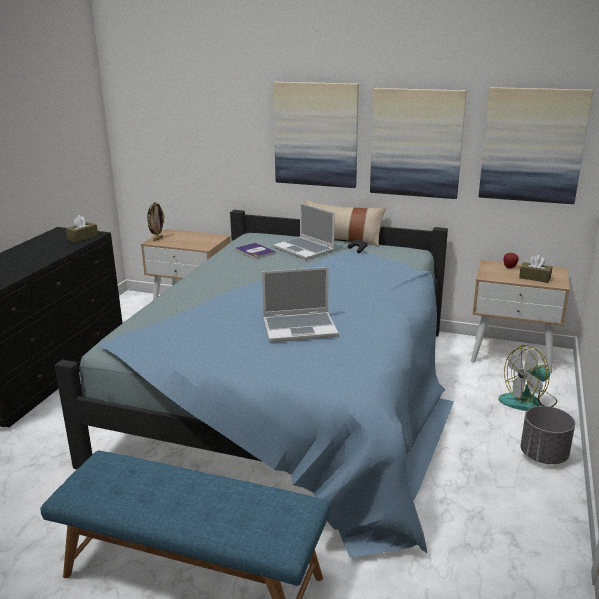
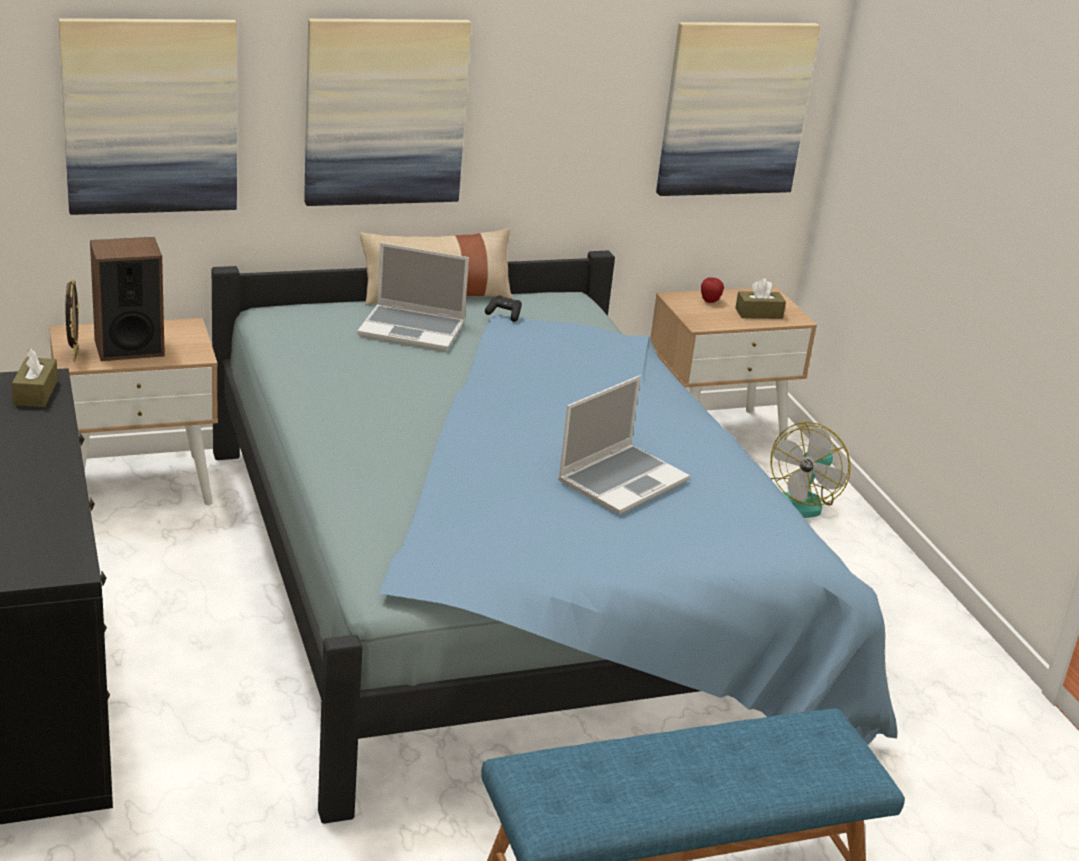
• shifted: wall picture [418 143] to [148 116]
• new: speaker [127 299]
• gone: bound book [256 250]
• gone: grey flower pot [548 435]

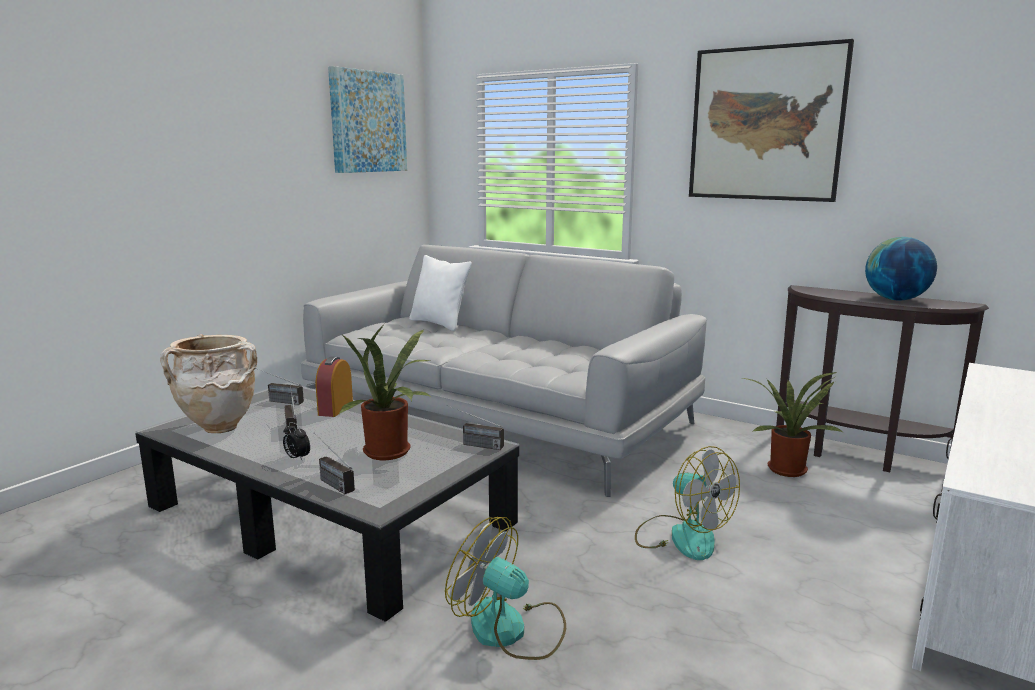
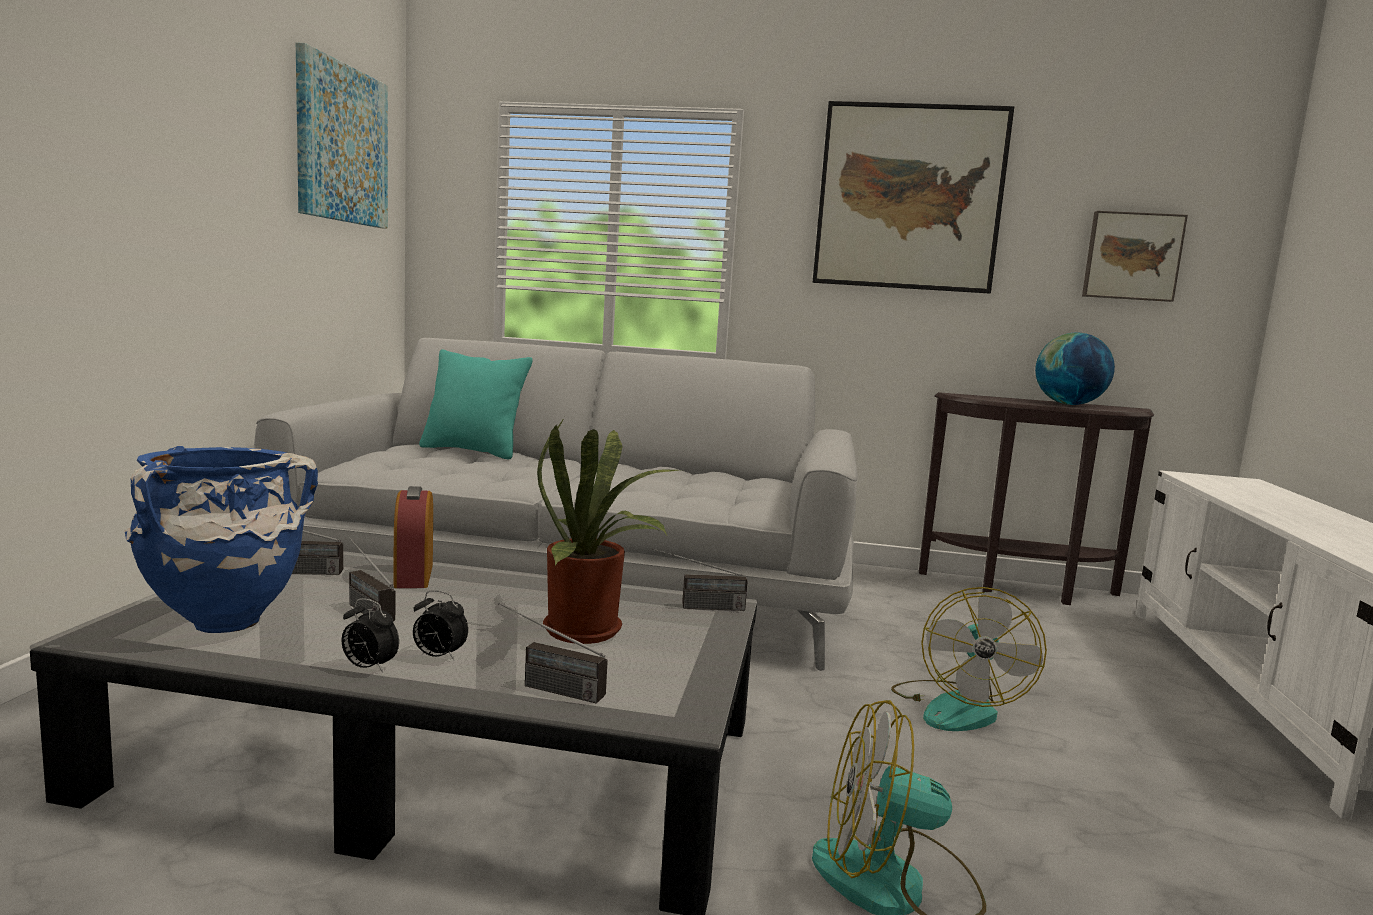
• repainted: beige flower vase [208 383] to blue flower vase [221 539]
• new: bedside clock [370 635]
• repainted: white-coloured pillow [440 293] to turquoise pillow [476 404]
• rotated: fan [687 503] = [969 659] 75 degrees clockwise
• new: wall picture [1135 256]
• gone: houseplant [793 424]

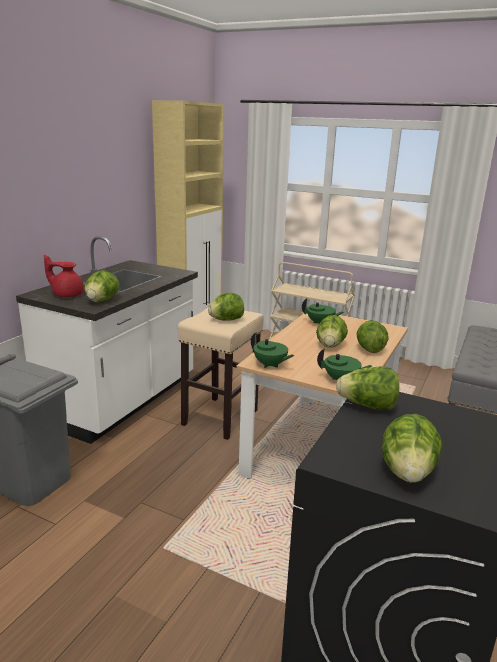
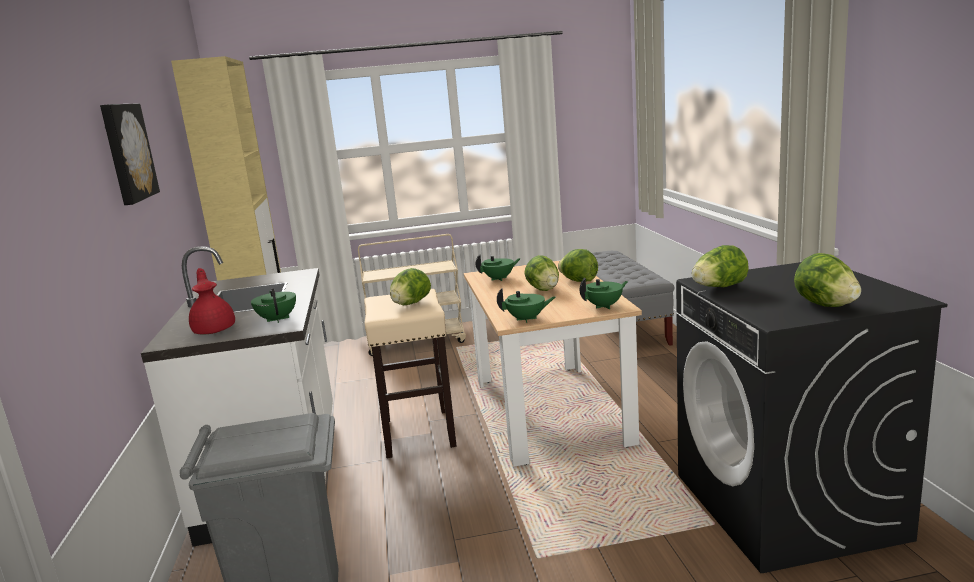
• new: wall picture [130 154]
• rotated: reddish teapot [64 276] = [212 301] 90 degrees clockwise
• swapped: head of lettuce [102 286] to greenish teapot [273 305]

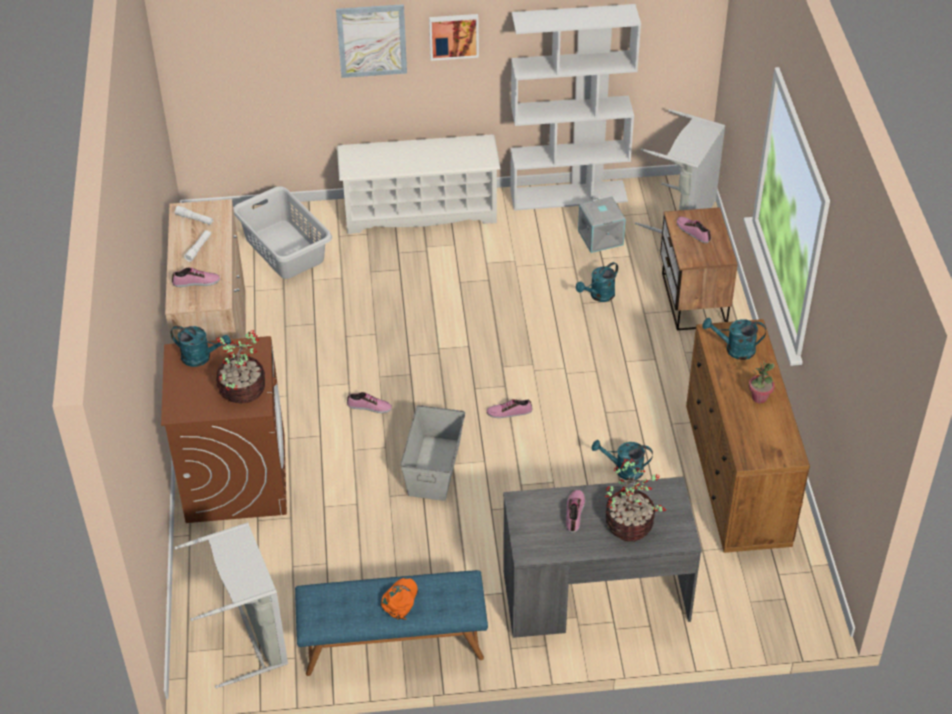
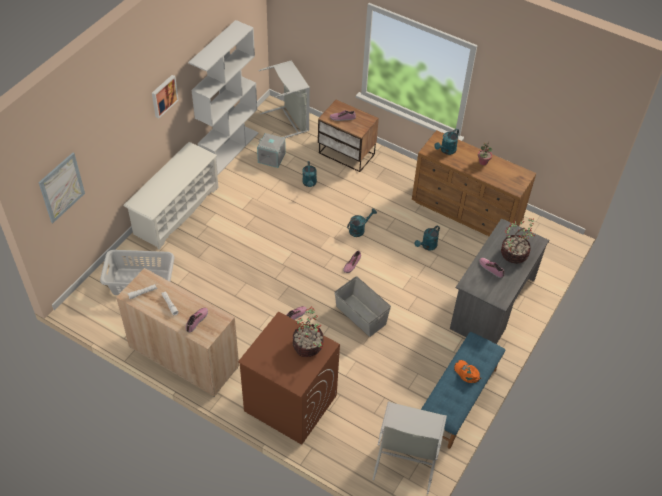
• shifted: wall picture [371 41] to [61 188]
• shifted: turquoise watering pot [200 346] to [362 222]

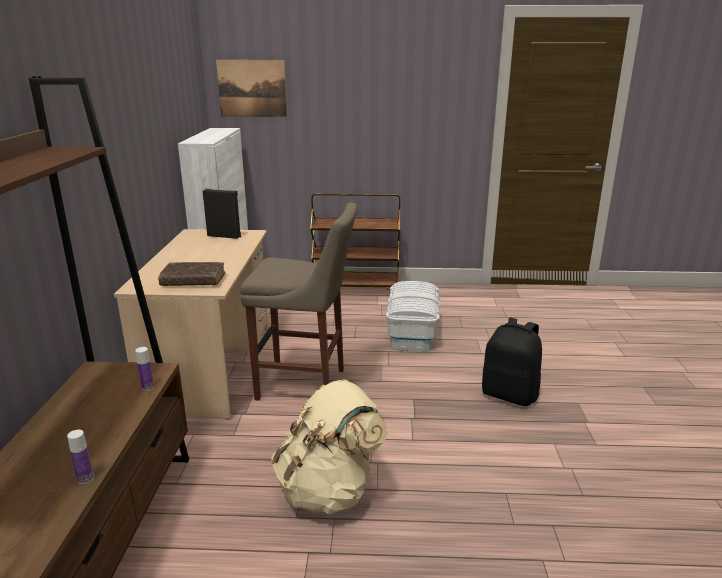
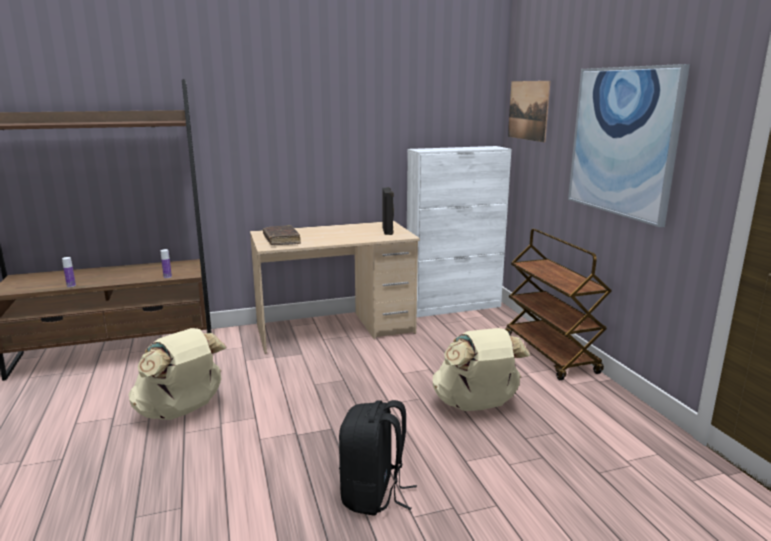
• swapped: white-coloured storage container [413 316] to beige knapsack [482 369]
• new: wall picture [629 145]
• gone: beige sitting stool [298 301]

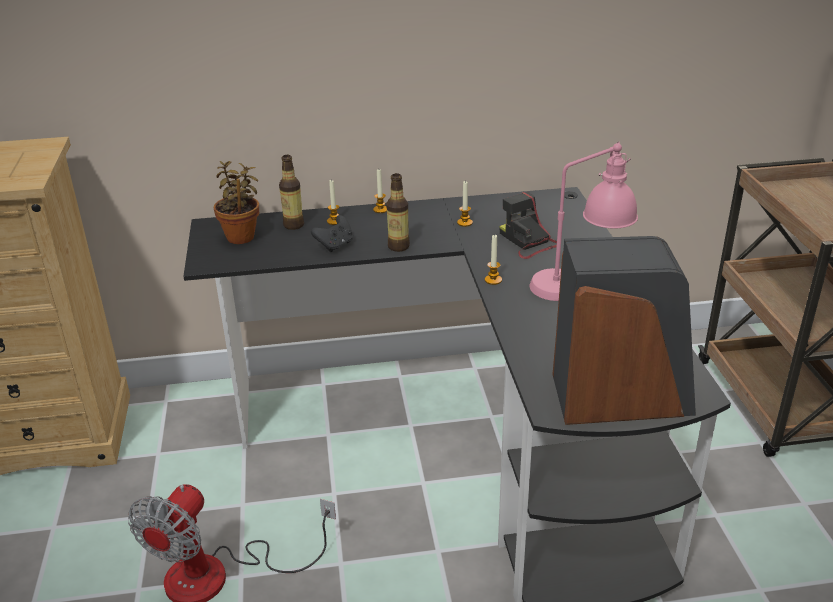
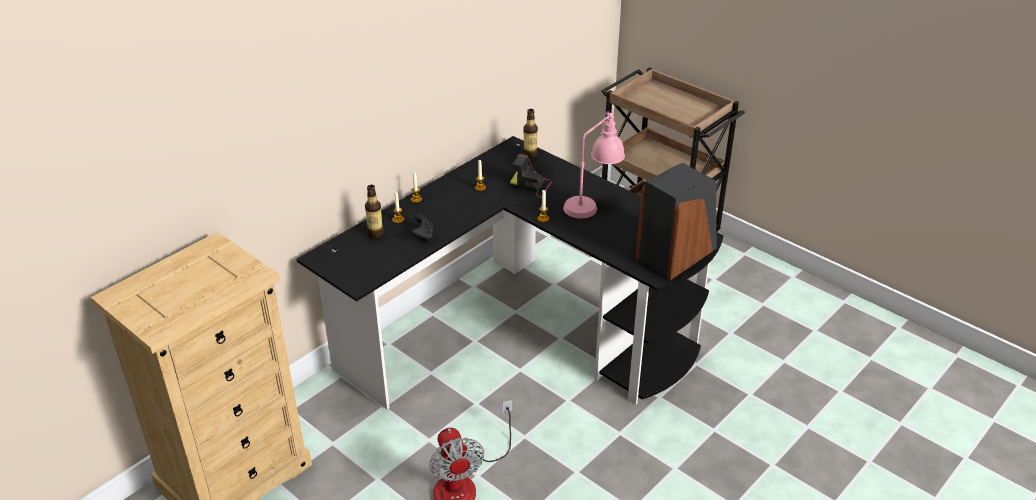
• shifted: drink bottle [398 212] to [530 133]
• gone: houseplant [236 202]

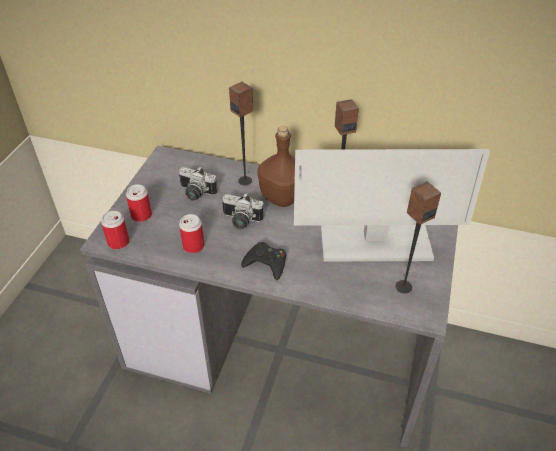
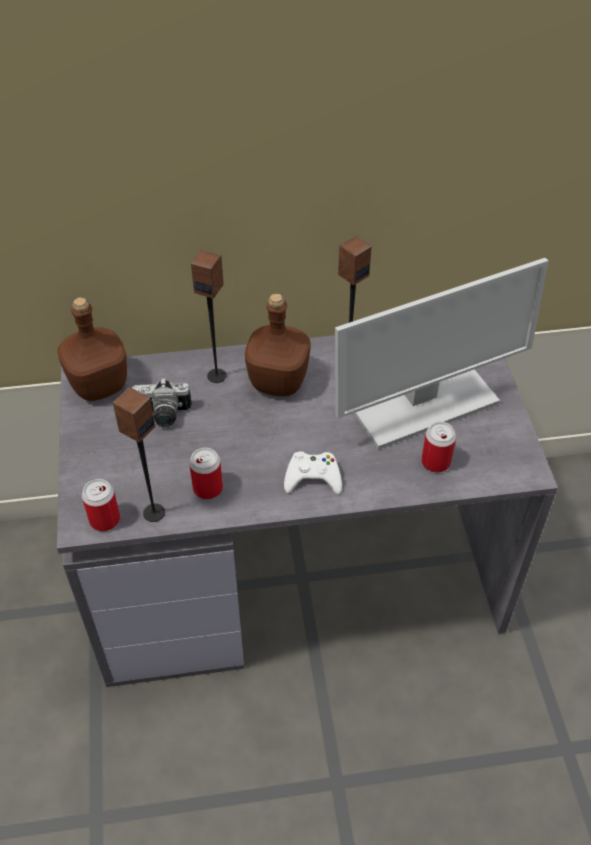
• new: brownish drink bottle [92 349]
• shifted: speaker [418 237] to [139 454]
• repainted: blackish joypad [263 261] to white-coloured joypad [313 473]
• shifted: metal can [139 203] to [438 447]
• gone: photo camera [243 211]

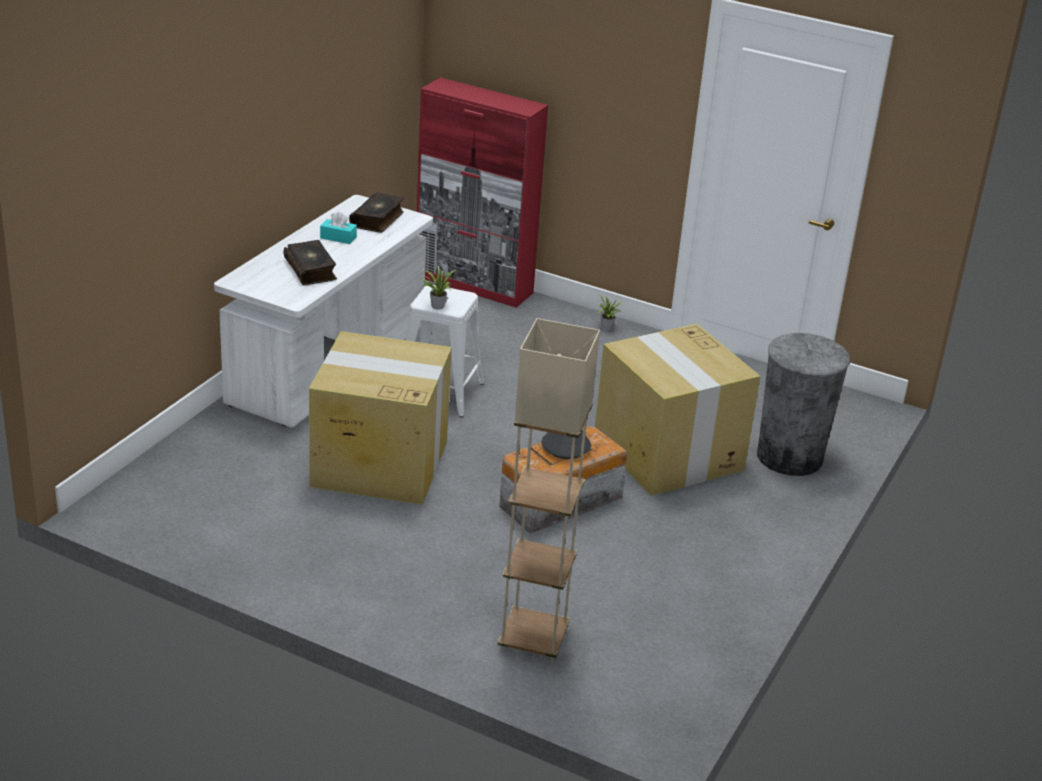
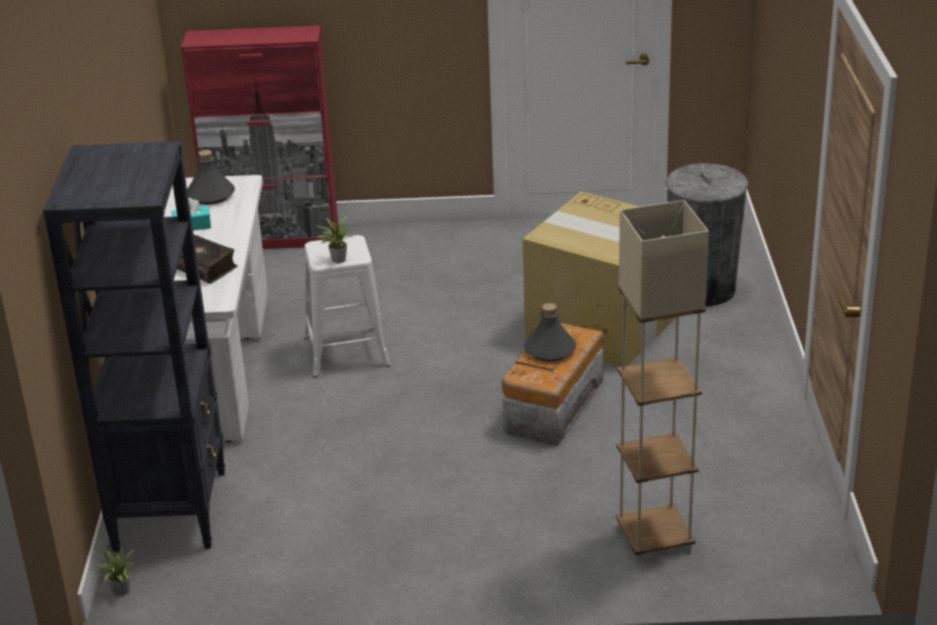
• new: blackish bookcase [134 346]
• shifted: houseplant [611 312] to [113 571]
• swapped: bound book [376 213] to grey drink bottle [211 177]
• gone: carton [380 418]

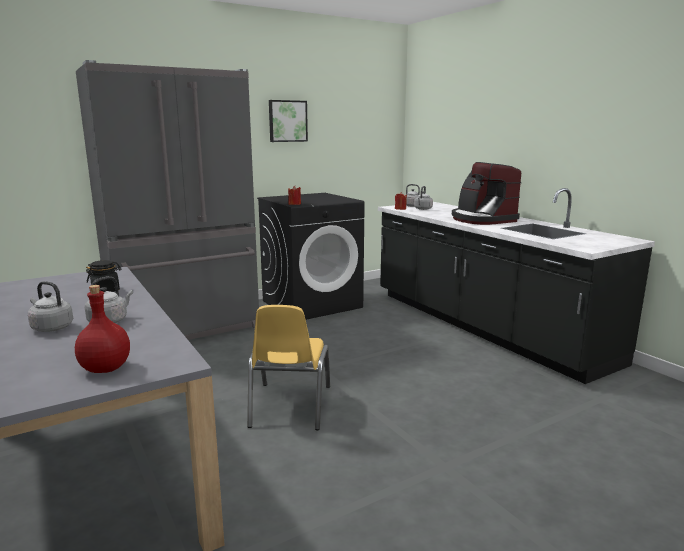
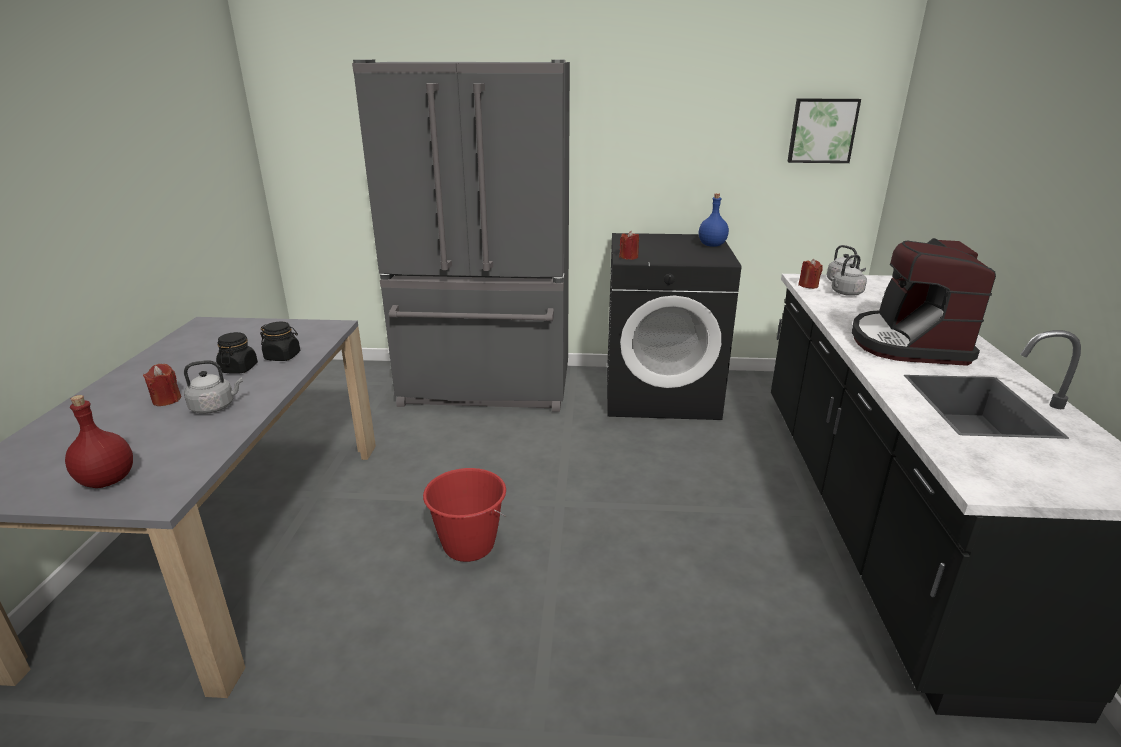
• swapped: grey kettle [50 306] to reddish wax light [162 385]
• new: blackish storage jar [237 353]
• swapped: yellow-coloured chair [288 367] to reddish water bucket [464 515]
• new: blue drink bottle [714 220]
• shifted: wall picture [288 121] to [824 131]

